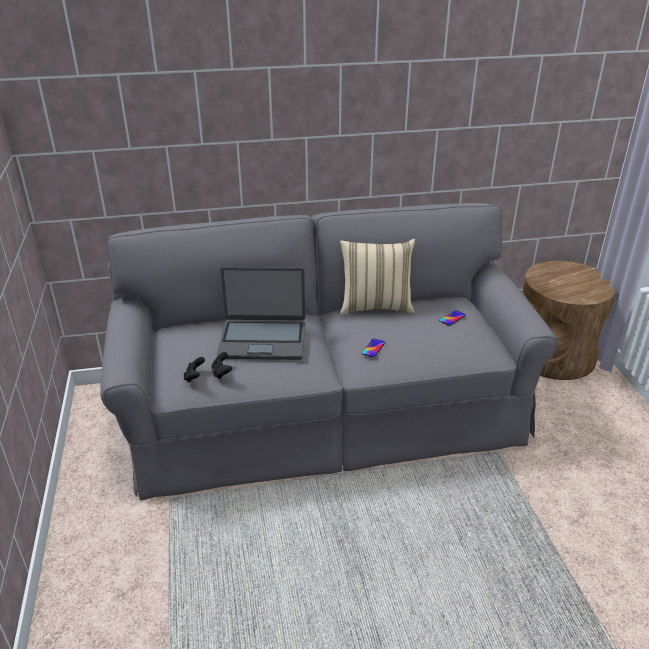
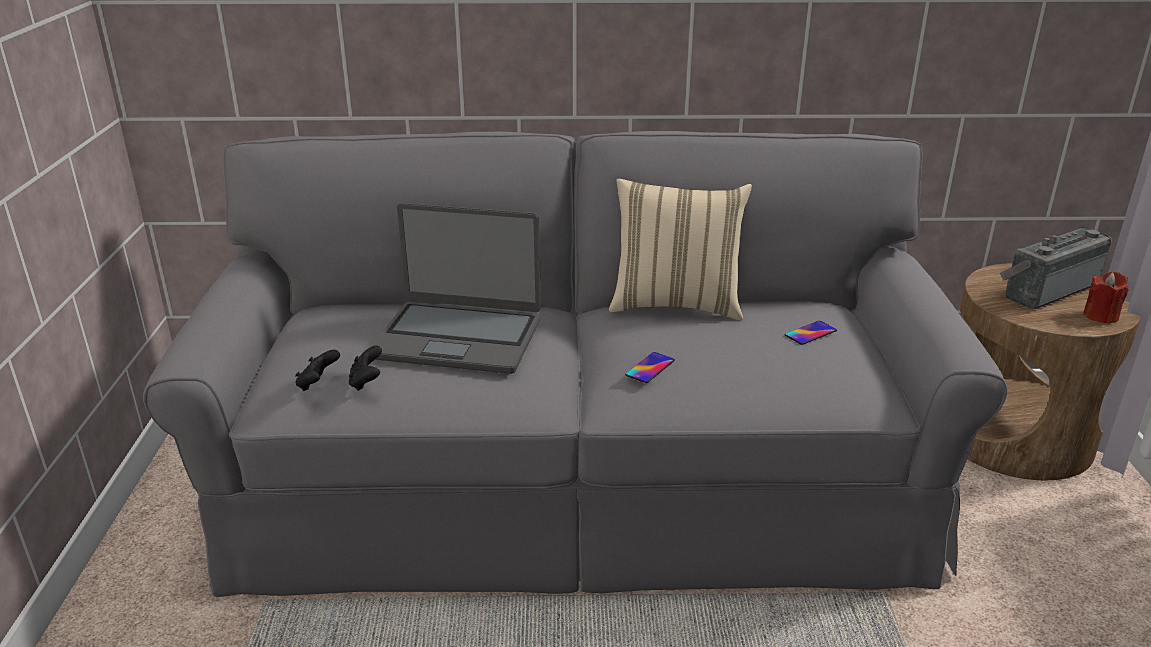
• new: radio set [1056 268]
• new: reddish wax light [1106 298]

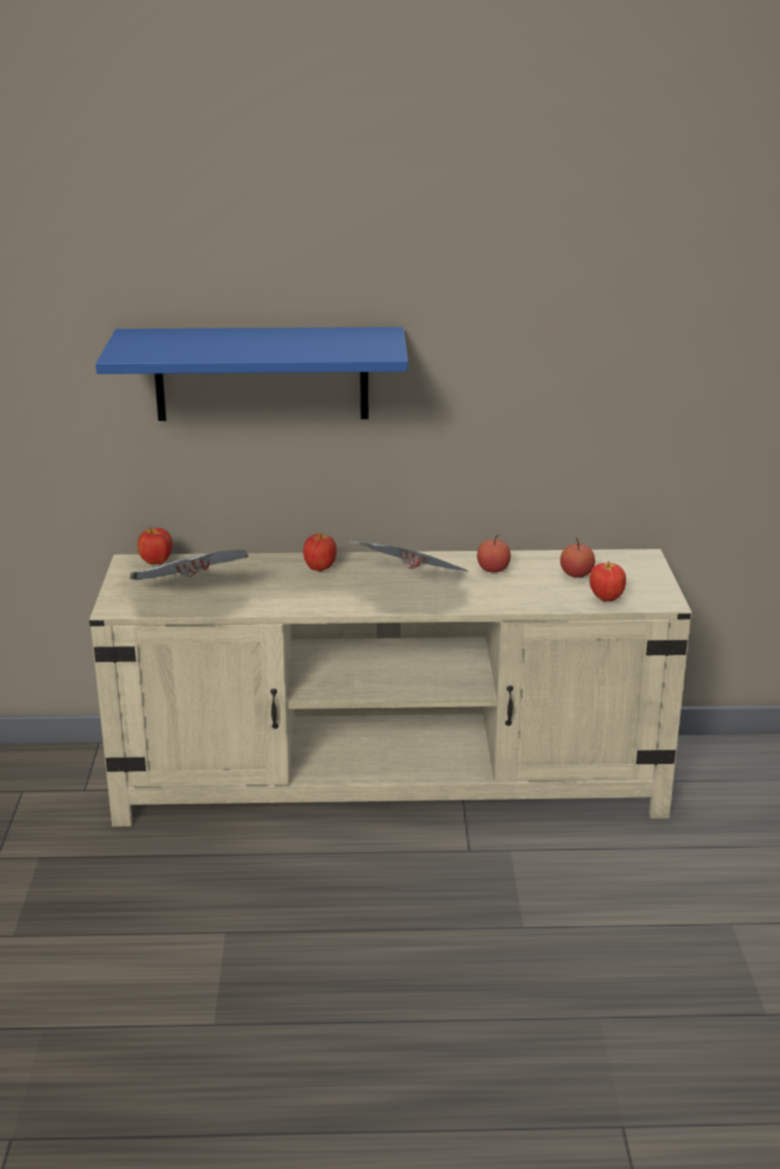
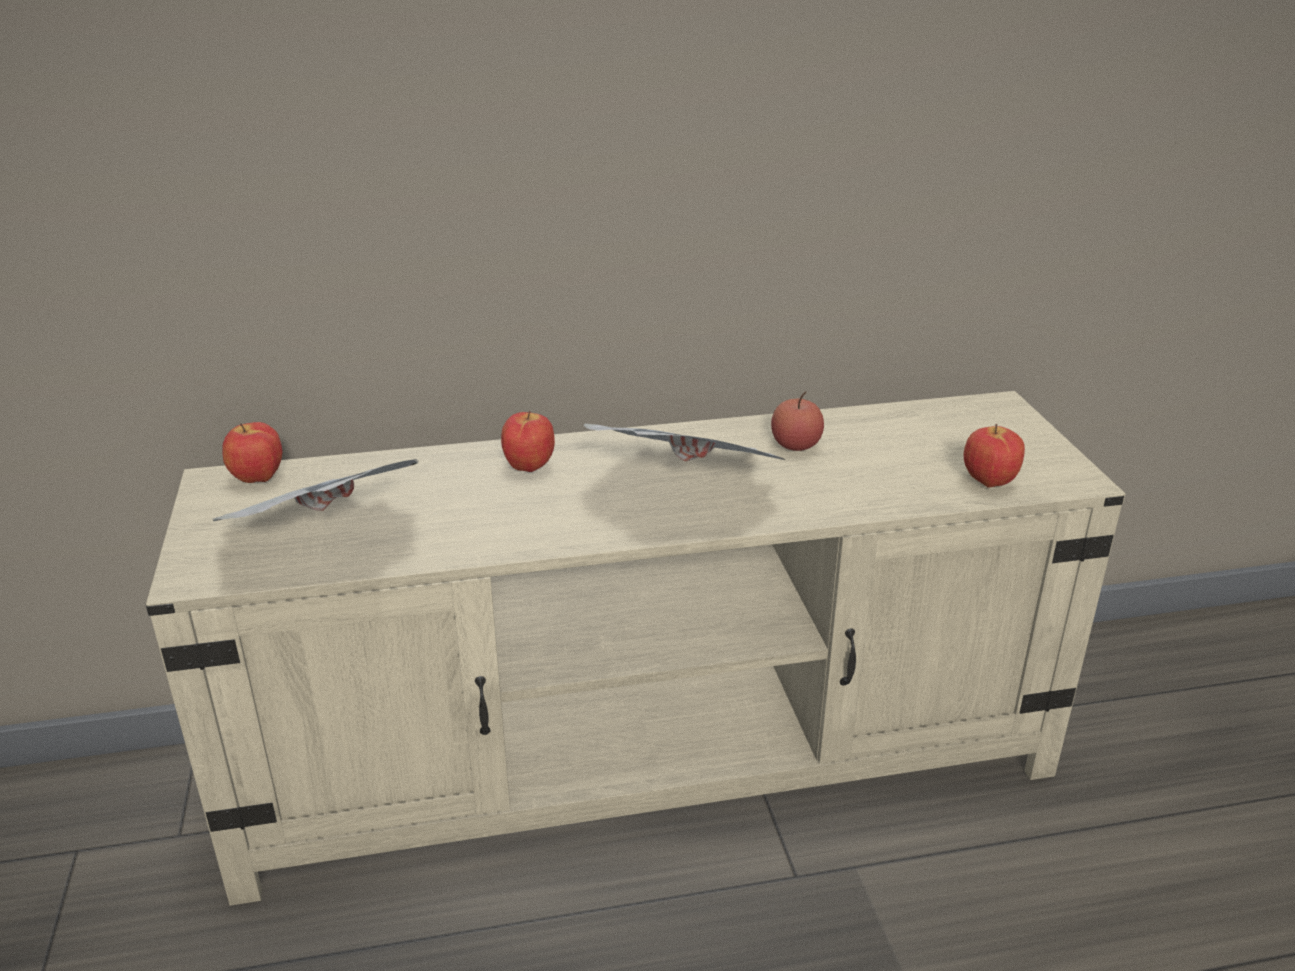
• gone: blue bracket shelf [252 374]
• gone: apple fruit [577 558]

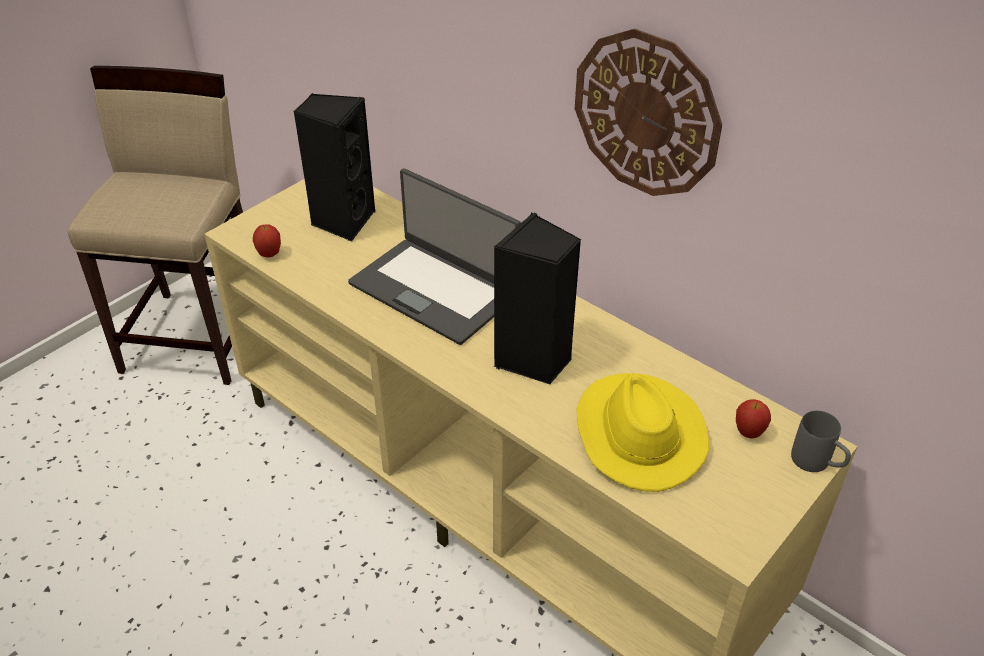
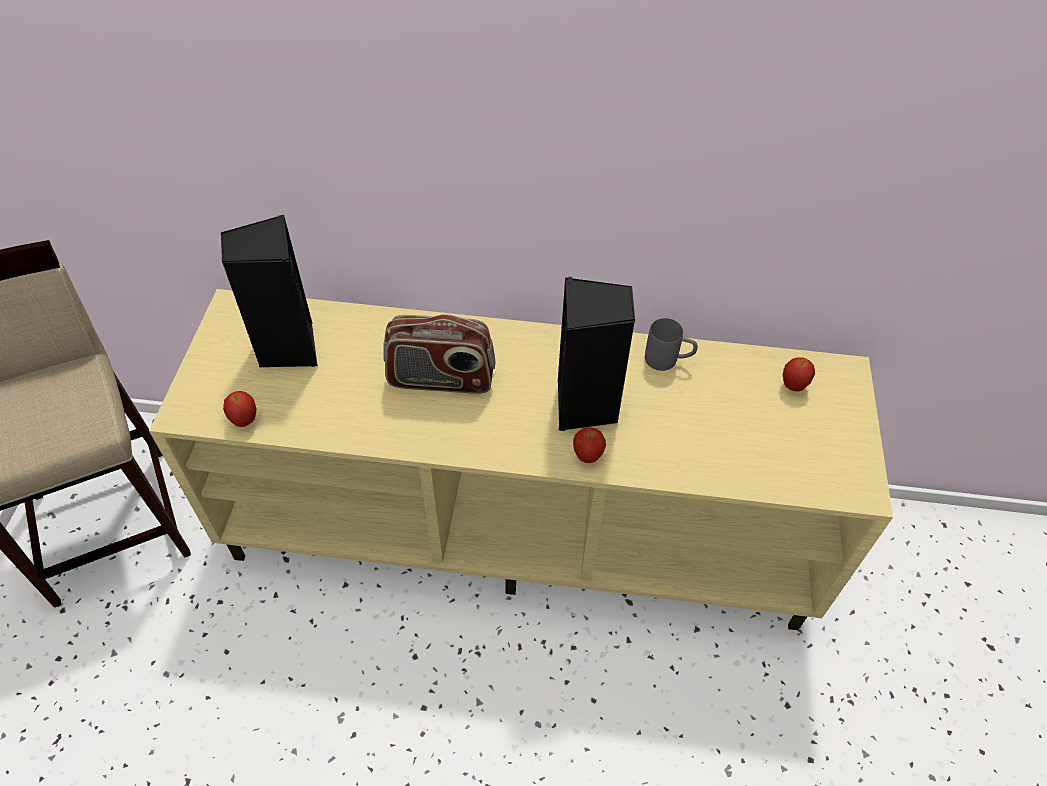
• swapped: laptop [434 257] to radio set [439 354]
• new: apple fruit [589 445]
• shifted: grey coffee mug [821 441] to [671 344]
• gone: hanging clock [648 112]
• gone: yellow-coloured clothing hat [642 432]

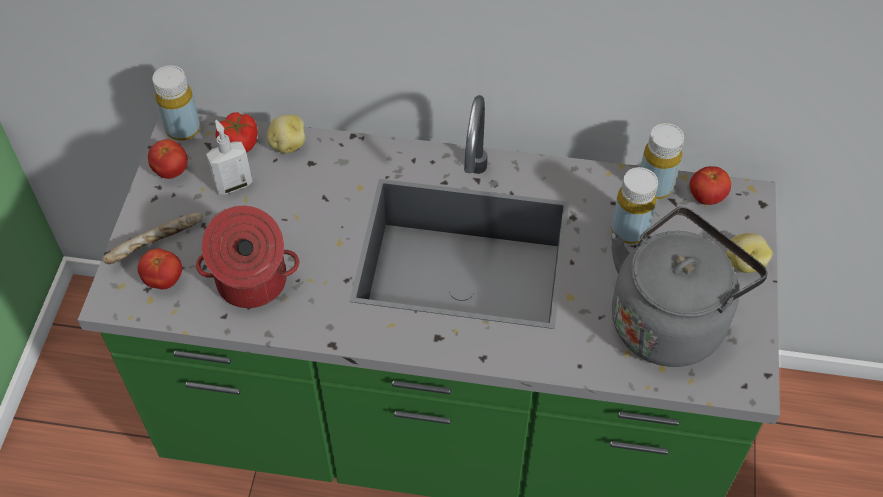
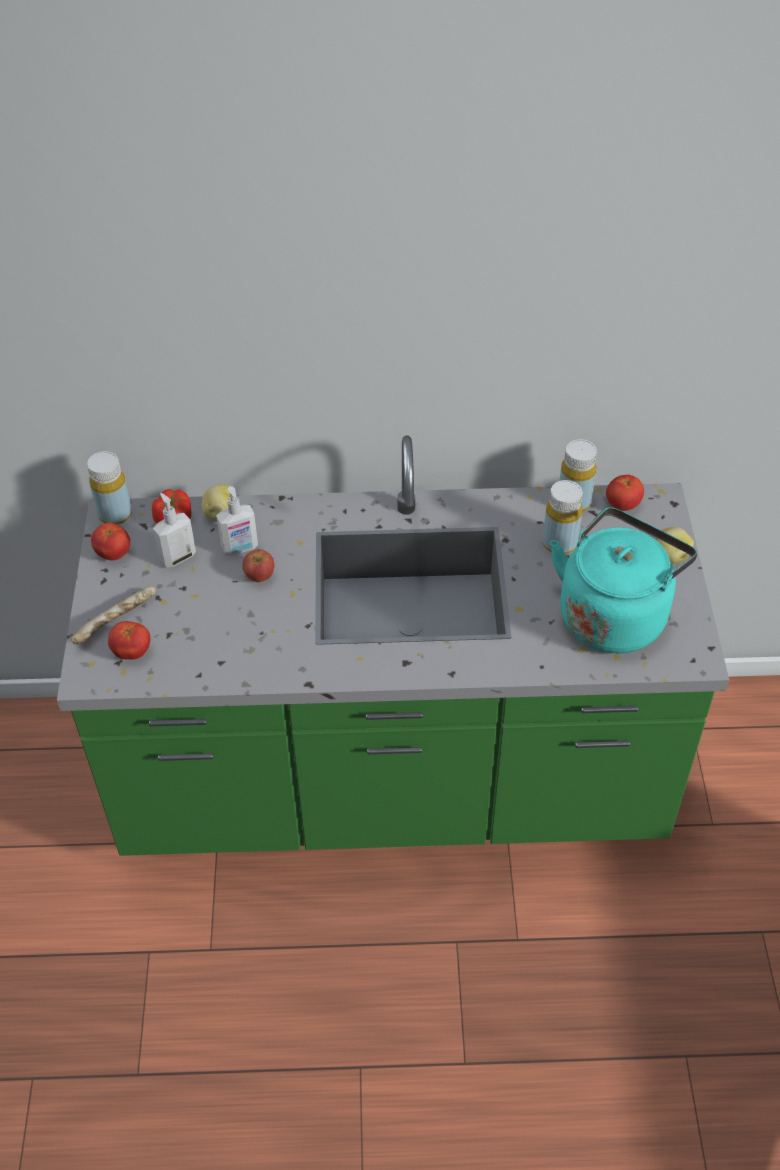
• new: liquid soap bottle [237 521]
• new: apple fruit [258 565]
• repainted: grey kettle [689 287] to turquoise kettle [623 580]
• gone: stockpot [247 257]

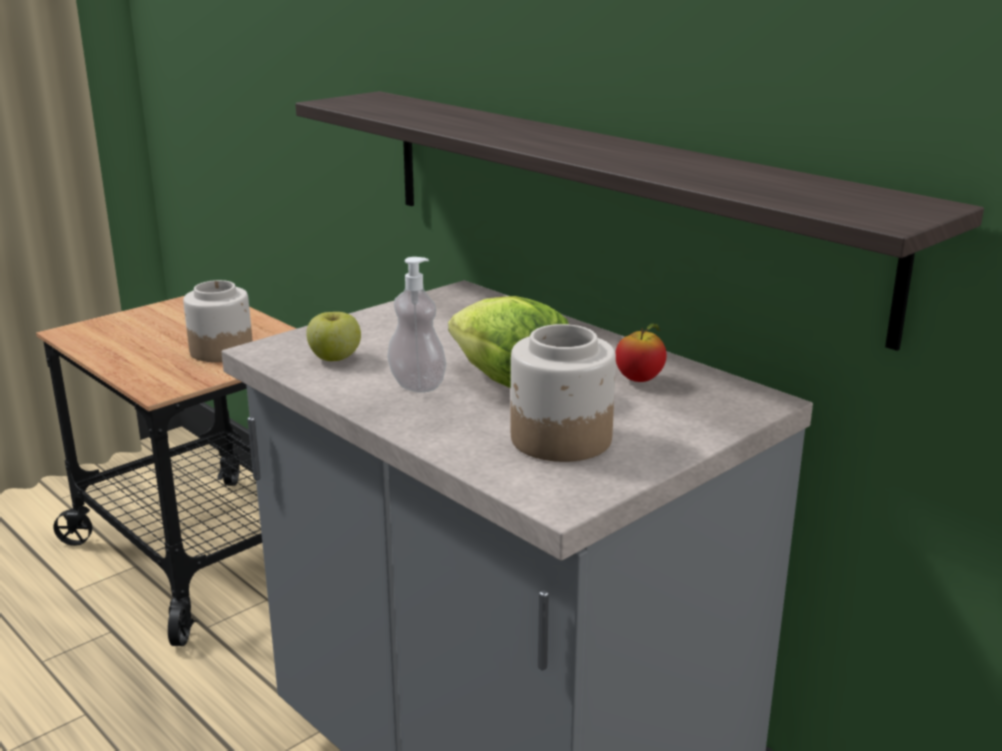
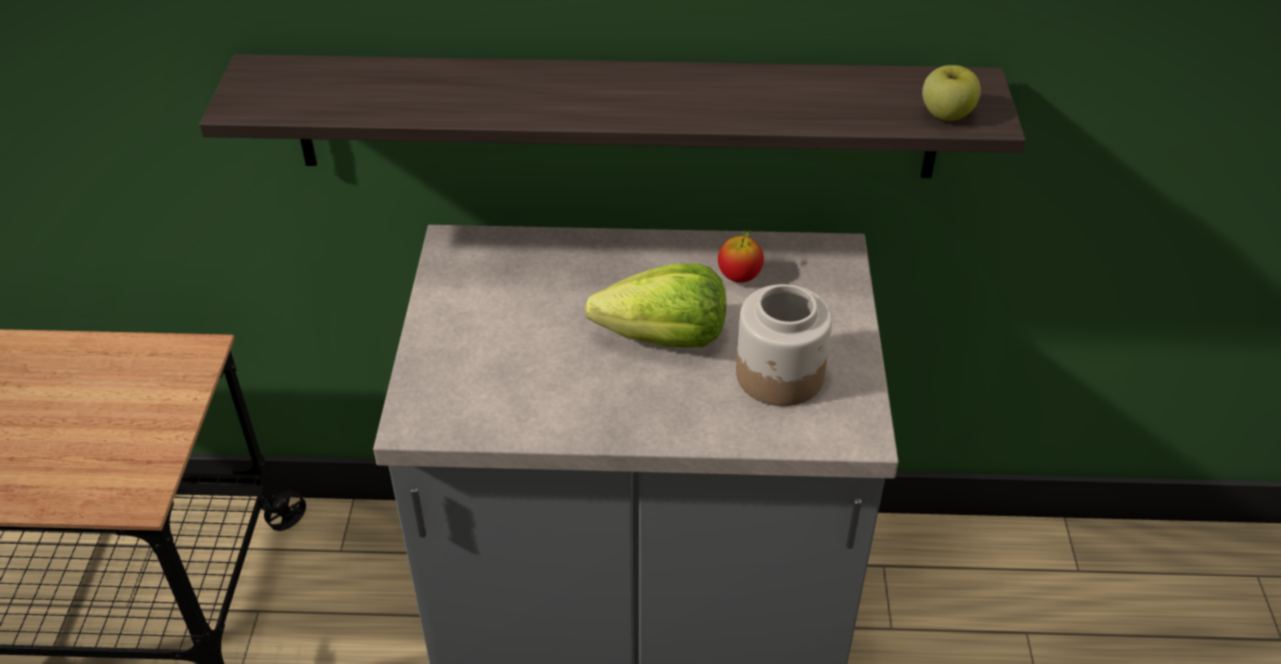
• shifted: apple fruit [333 336] to [951 93]
• gone: storage jar [218 321]
• gone: liquid soap bottle [417 325]

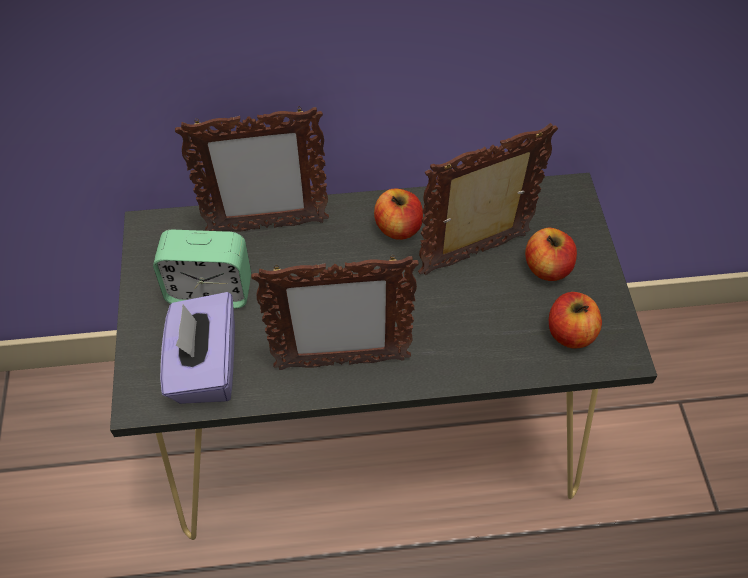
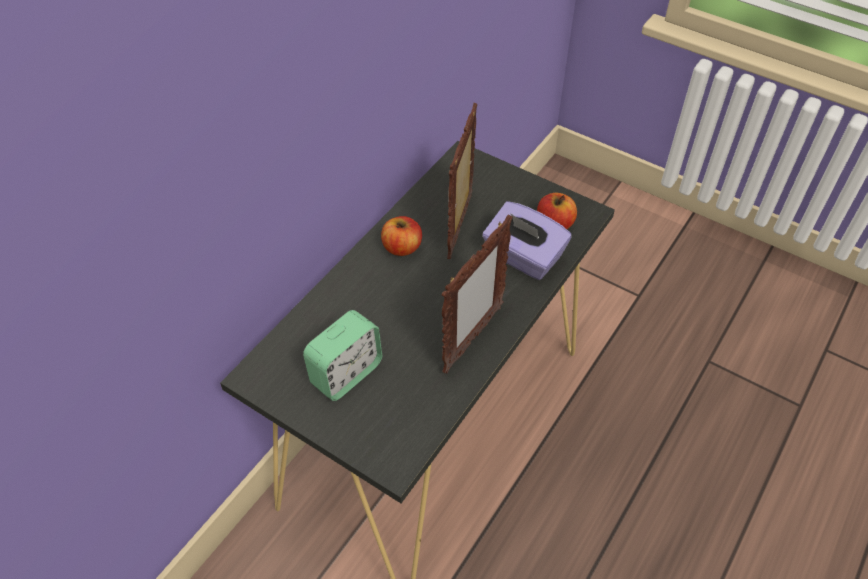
• shifted: purplish tissue box [197 348] to [527 240]
• gone: photo frame [252 168]
• gone: apple fruit [551 254]

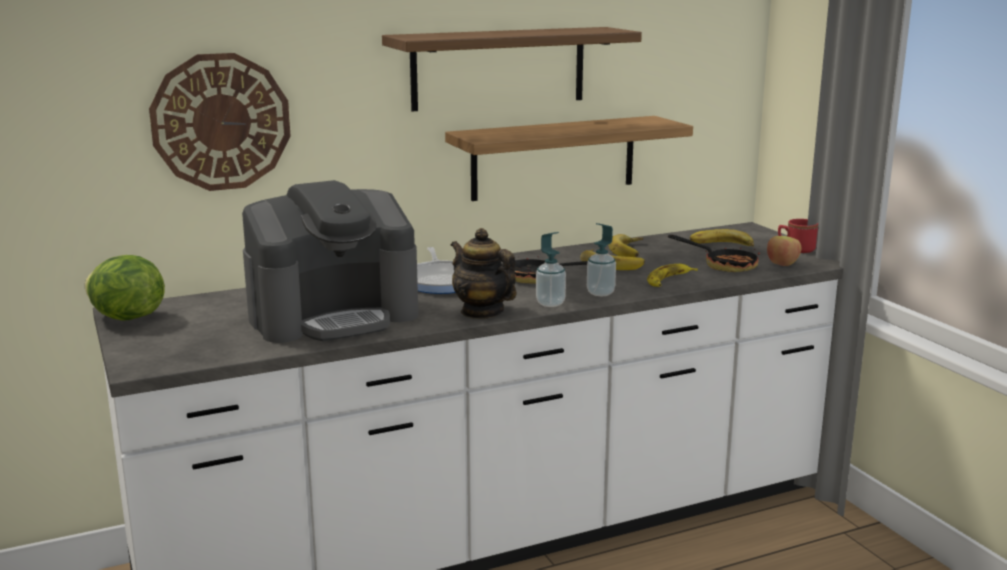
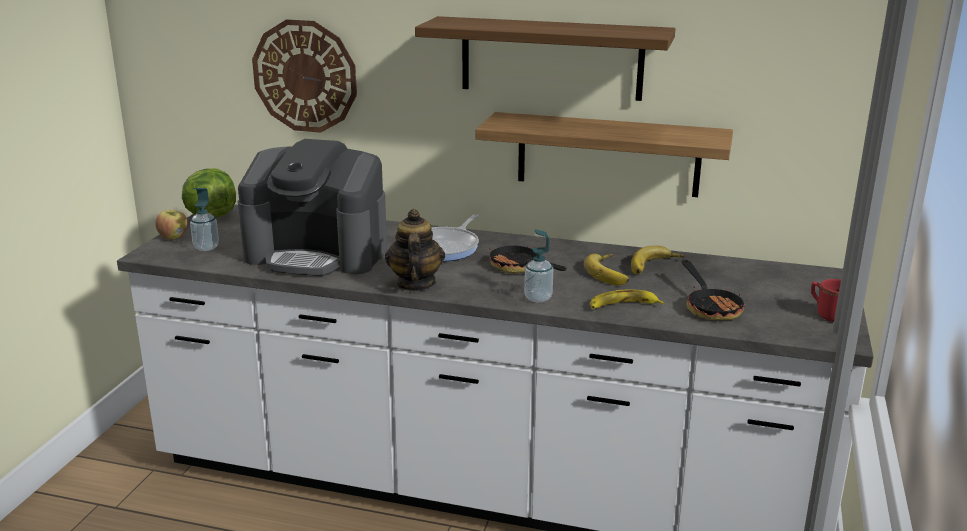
• shifted: apple fruit [784 251] to [171 225]
• shifted: liquid soap bottle [551 269] to [204 219]
• gone: banana fruit [722 238]

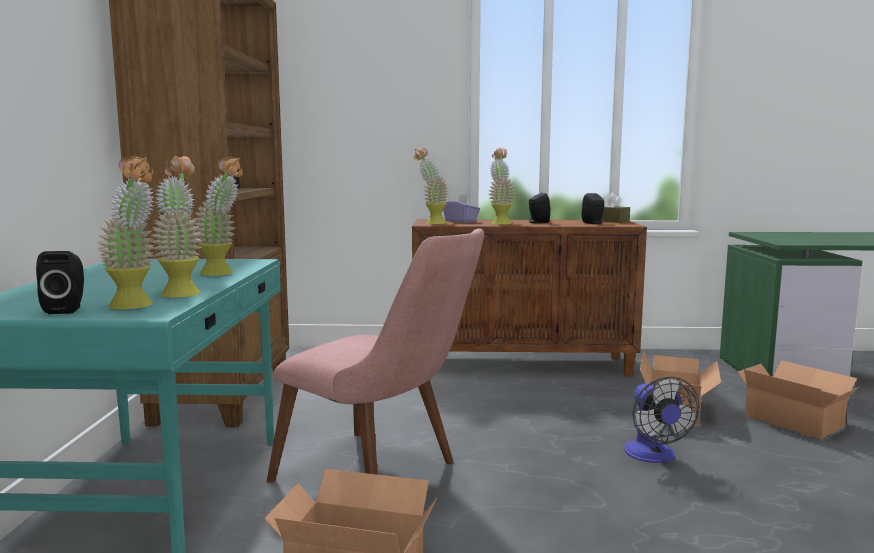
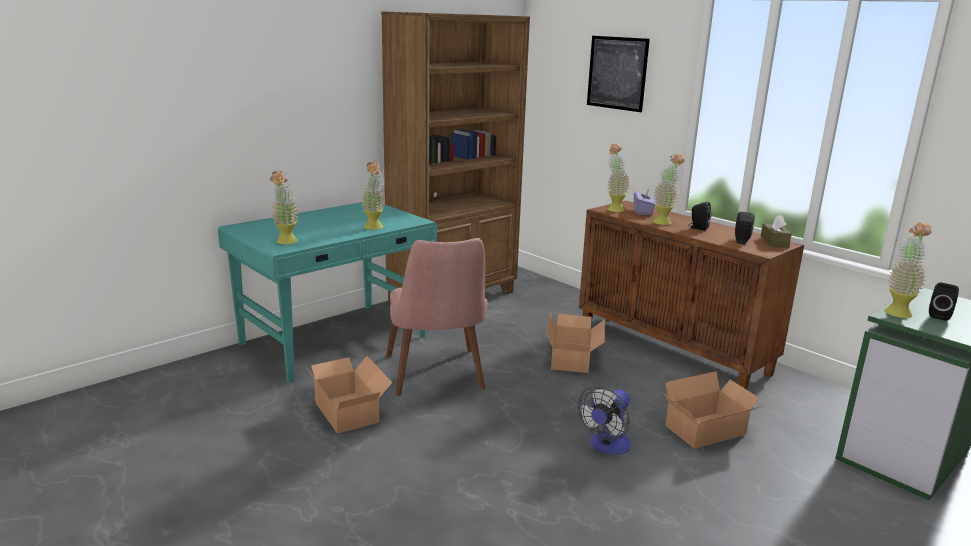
• shifted: carton [798 399] to [575 342]
• new: wall picture [618 74]
• shifted: houseplant [177 227] to [908 270]
• shifted: blackish speaker [60 282] to [944 301]

